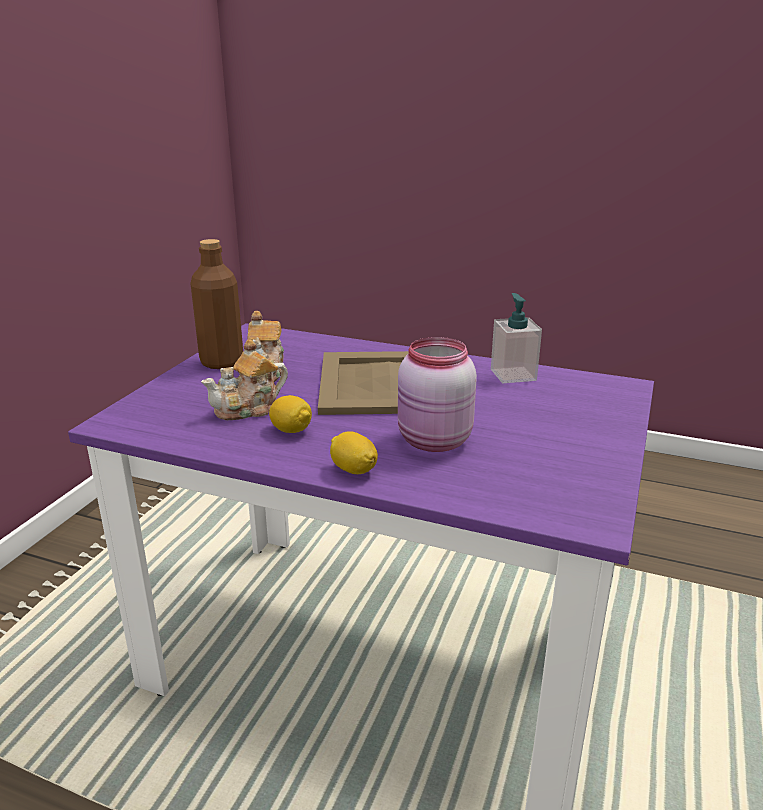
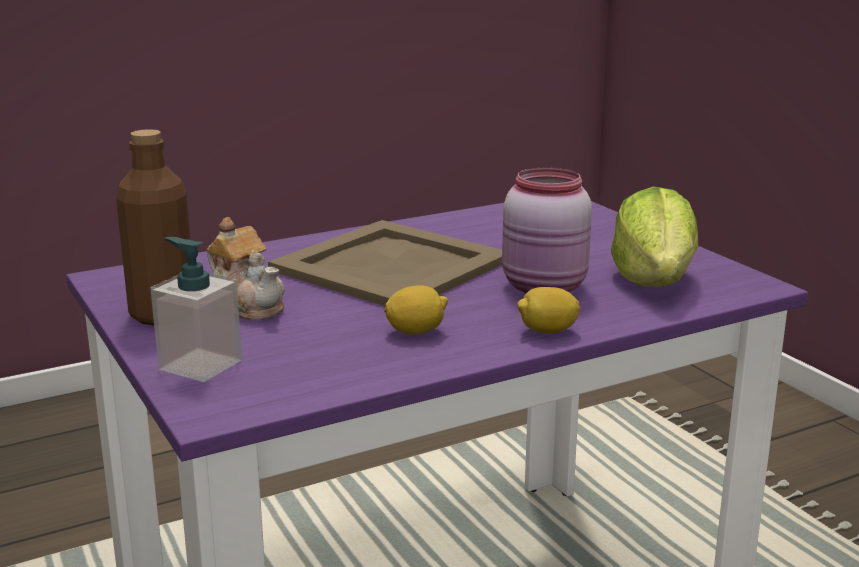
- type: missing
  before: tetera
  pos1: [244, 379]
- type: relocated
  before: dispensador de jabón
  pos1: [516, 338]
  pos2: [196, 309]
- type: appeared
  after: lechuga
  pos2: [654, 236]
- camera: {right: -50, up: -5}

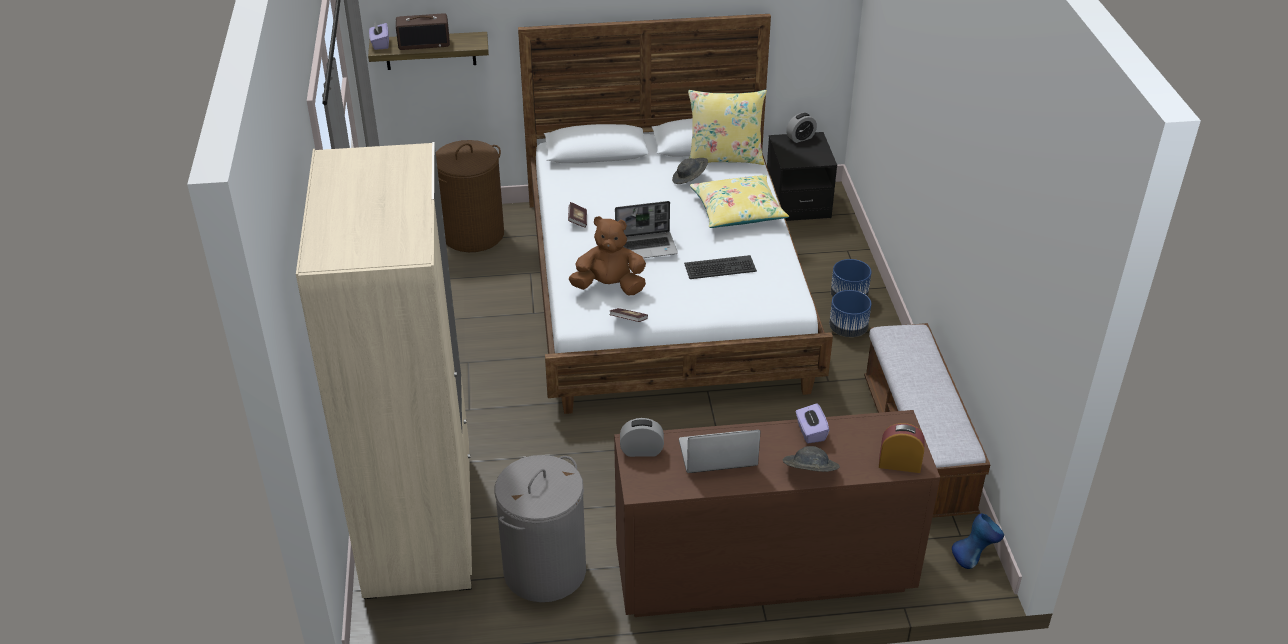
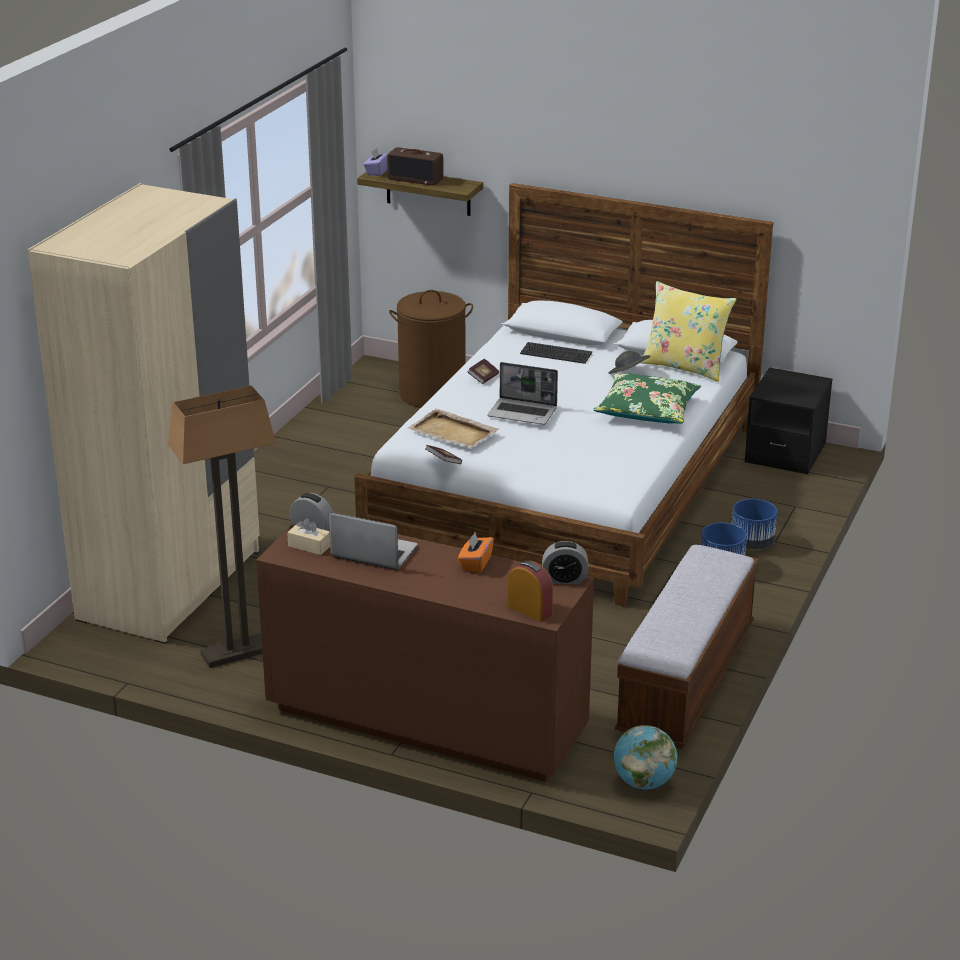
- type: exchanged
  before: cesto de la ropa (gris)
  after: lámpara de pie
  pos1: [540, 528]
  pos2: [222, 526]
- type: exchanged
  before: peluche (marrón)
  after: bandeja (beis)
  pos1: [607, 255]
  pos2: [453, 428]
- type: relocated
  before: teclado
  pos1: [720, 267]
  pos2: [556, 353]
- type: colour
  before: cojín (amarillo)
  after: cojín (verde)
  pos1: [739, 201]
  pos2: [647, 399]
- type: missing
  before: sombrero (gris)
  pos1: [811, 459]
- type: relocated
  before: despertador
  pos1: [801, 128]
  pos2: [565, 562]
- type: colour
  before: caja de pañuelos (morado)
  after: caja de pañuelos (naranja)
  pos1: [812, 423]
  pos2: [476, 552]
- type: exchanged
  before: florero (azul)
  after: globo terráqueo
  pos1: [978, 541]
  pos2: [645, 757]
- type: appeared
  after: caja de pañuelos (beis)
  pos2: [308, 536]
- camera: {right: 30, up: -10}

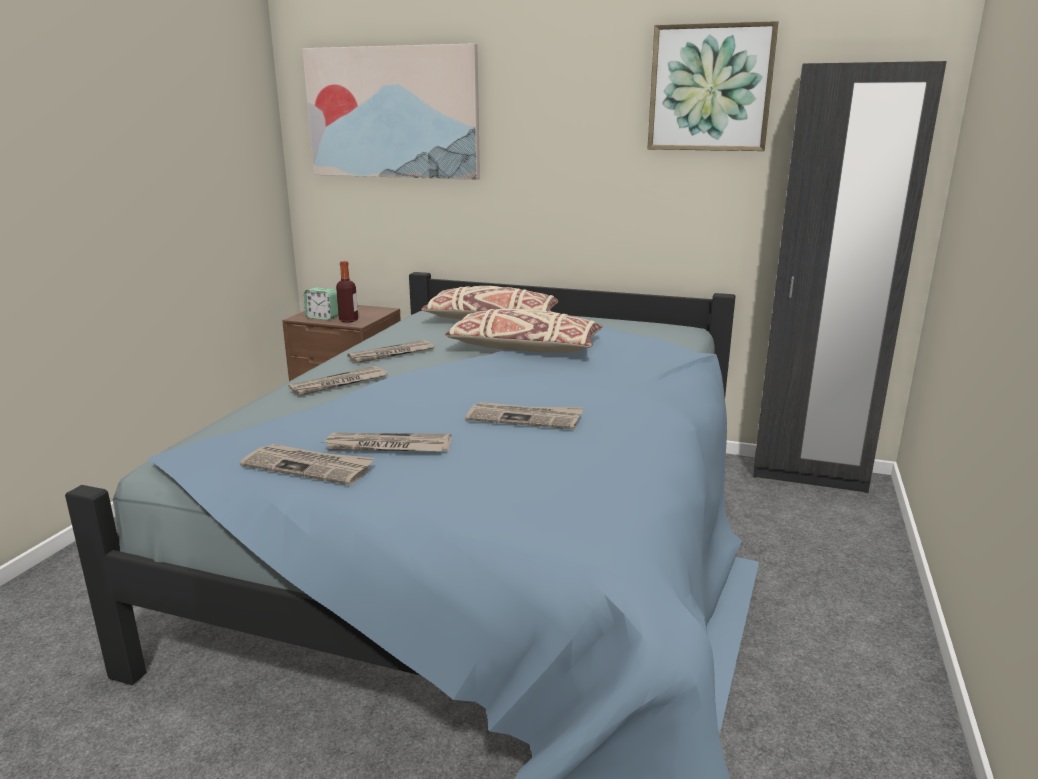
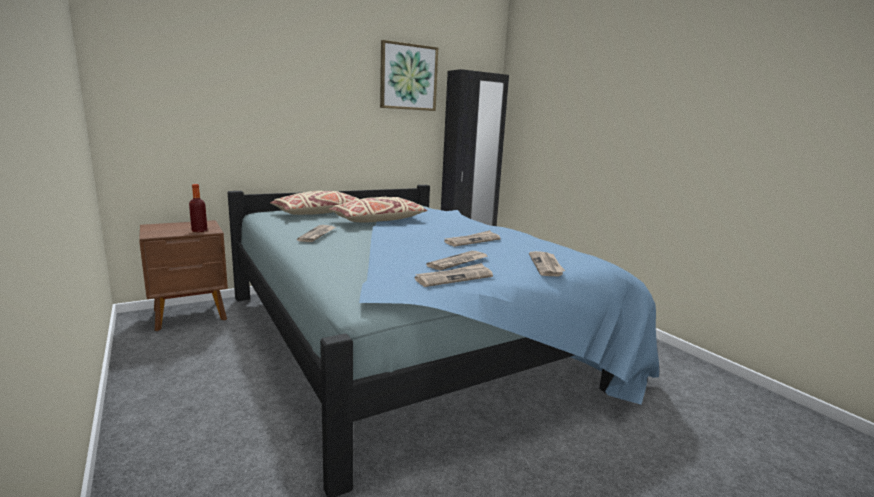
- type: relocated
  before: periódico
  pos1: [337, 381]
  pos2: [547, 263]
- type: missing
  before: cuadro
  pos1: [391, 111]
- type: missing
  before: despertador
  pos1: [321, 304]
- camera: {right: -50, up: -5}

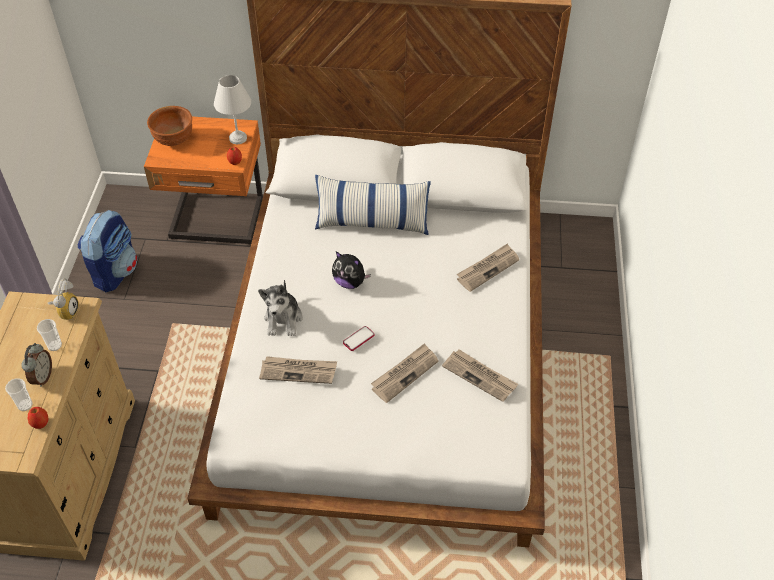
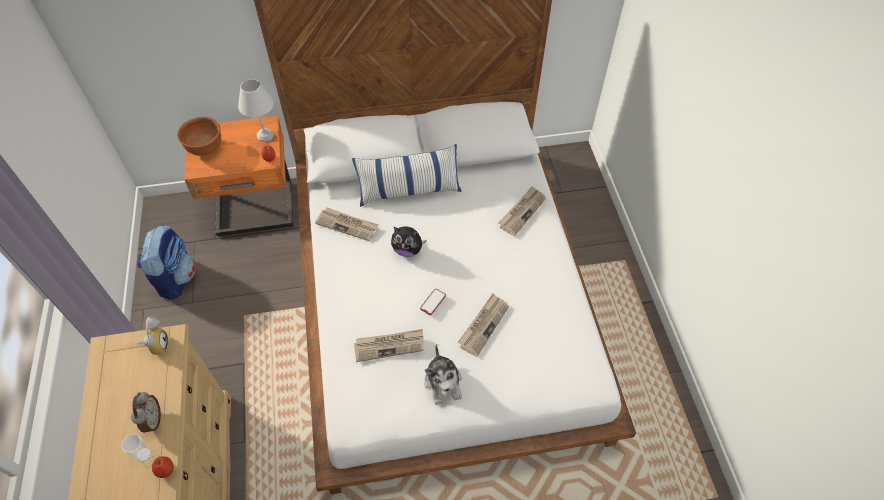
- type: missing
  before: taza
  pos1: [49, 335]
- type: relocated
  before: peluche
  pos1: [280, 308]
  pos2: [443, 374]
- type: relocated
  before: periódico
  pos1: [480, 375]
  pos2: [347, 224]
- camera: {right: -15, up: 5}

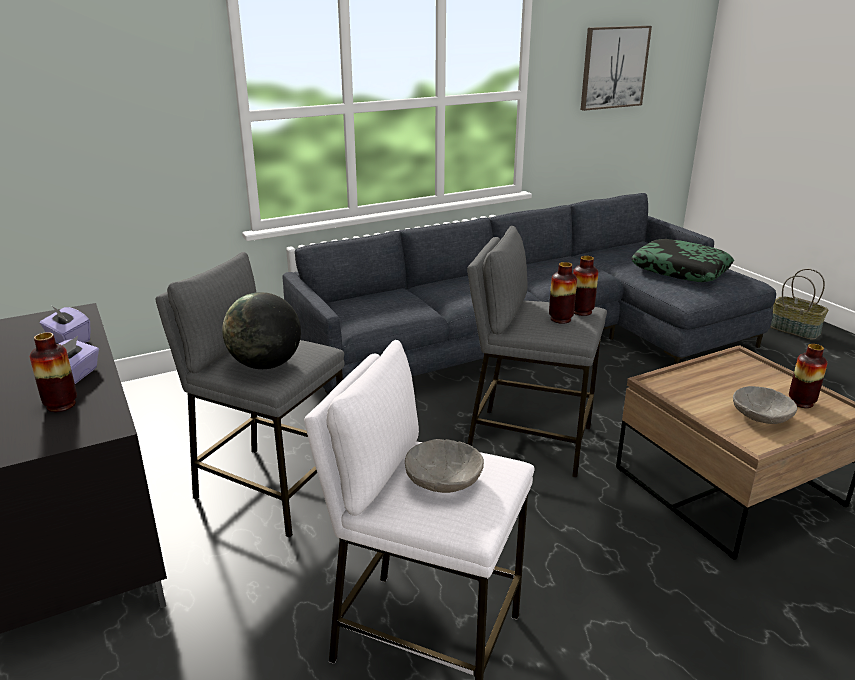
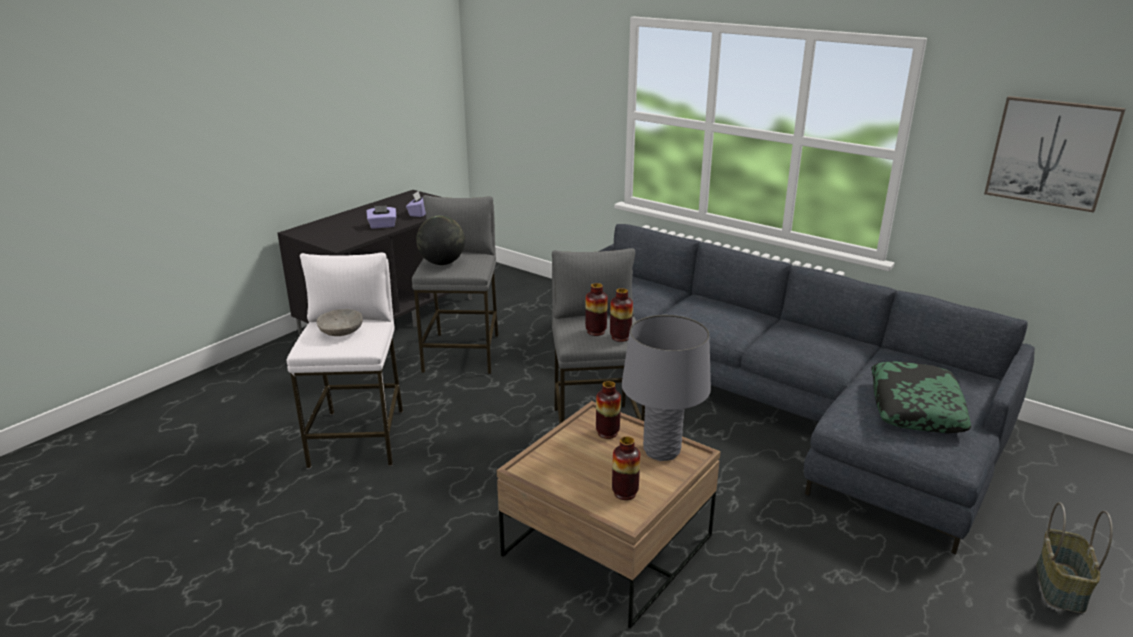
- type: relocated
  before: florero
  pos1: [53, 372]
  pos2: [608, 410]
- type: missing
  before: cuenco (gris)
  pos1: [765, 405]
- type: appeared
  after: lámpara de mesa (gris)
  pos2: [666, 388]
- camera: {right: 65, up: 0}

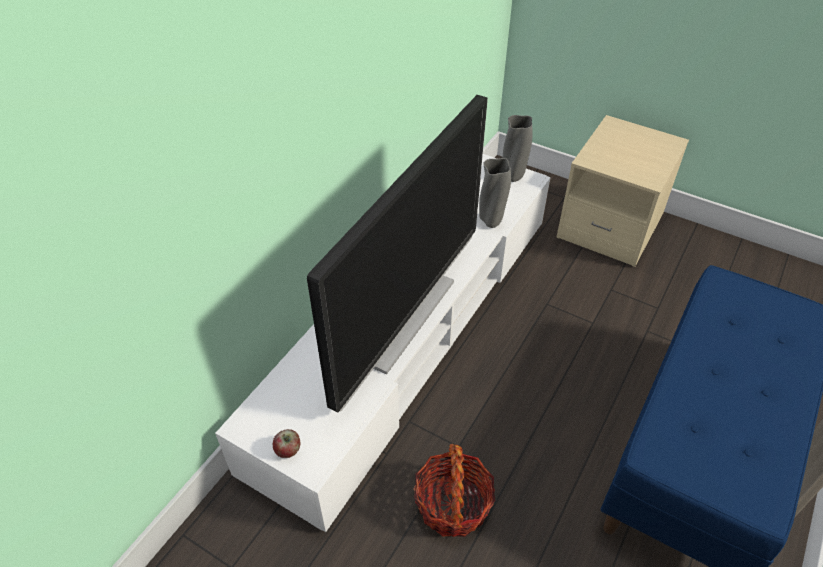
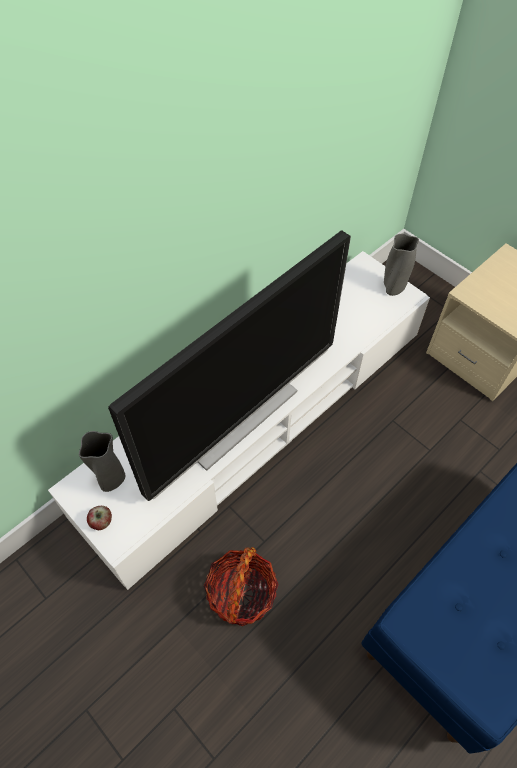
- type: relocated
  before: florero (gris)
  pos1: [495, 193]
  pos2: [102, 461]
- camera: {right: 15, up: 10}

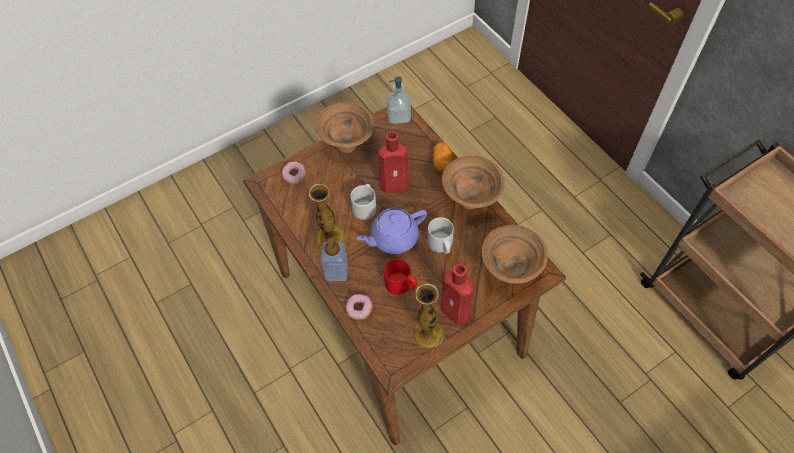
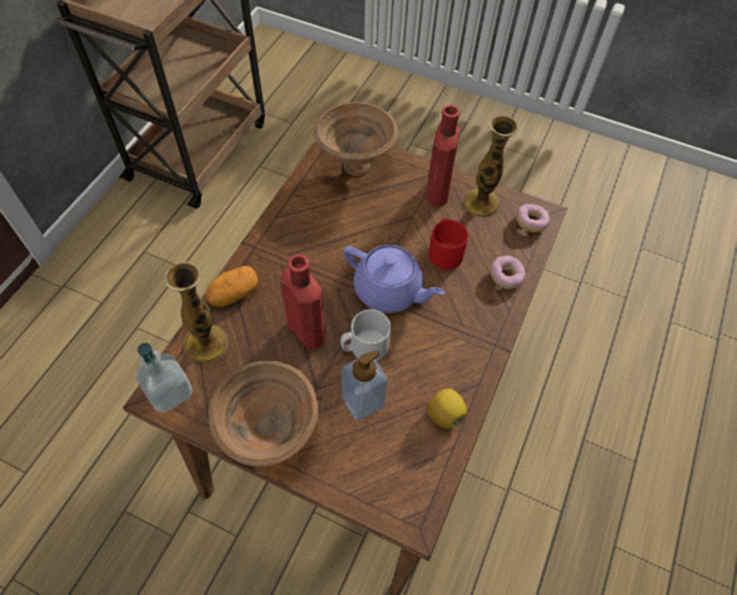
- type: relocated
  before: rosquilla
  pos1: [294, 172]
  pos2: [533, 218]
- type: relocated
  before: florero
  pos1: [326, 215]
  pos2: [196, 312]
- type: relocated
  before: dispensador de jabón
  pos1: [334, 259]
  pos2: [364, 385]
- type: missing
  before: taza grande (gris)
  pos1: [440, 235]
- type: missing
  before: cuenco (marrón)
  pos1: [473, 182]
- type: appeared
  after: limón
  pos2: [447, 408]
- camera: {right: -125, up: 0}

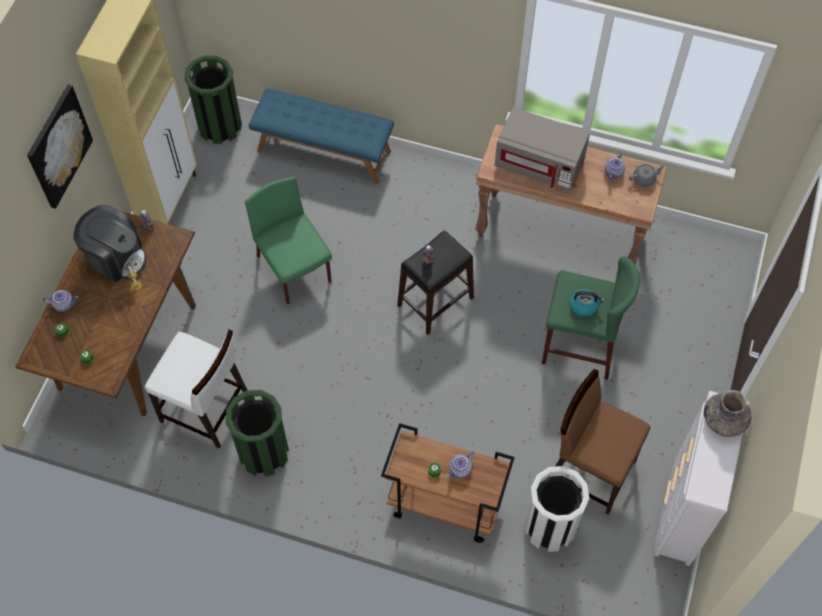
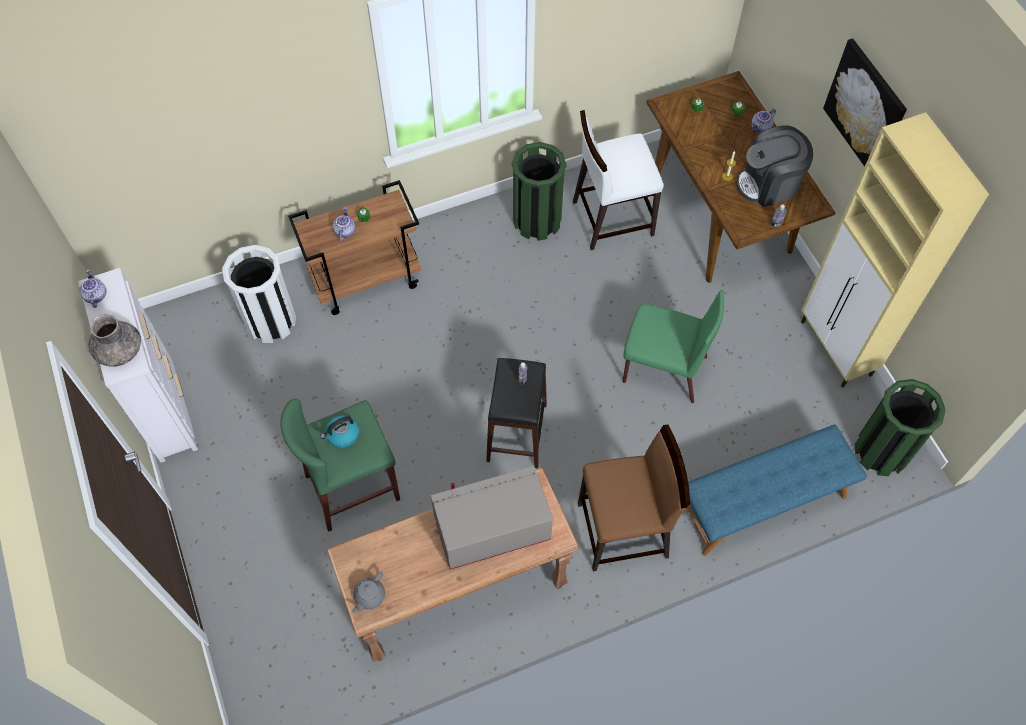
- type: relocated
  before: silla (marrón)
  pos1: [602, 442]
  pos2: [634, 498]
- type: relocated
  before: tetera
  pos1: [615, 165]
  pos2: [93, 288]
- camera: {right: 140, up: 0}

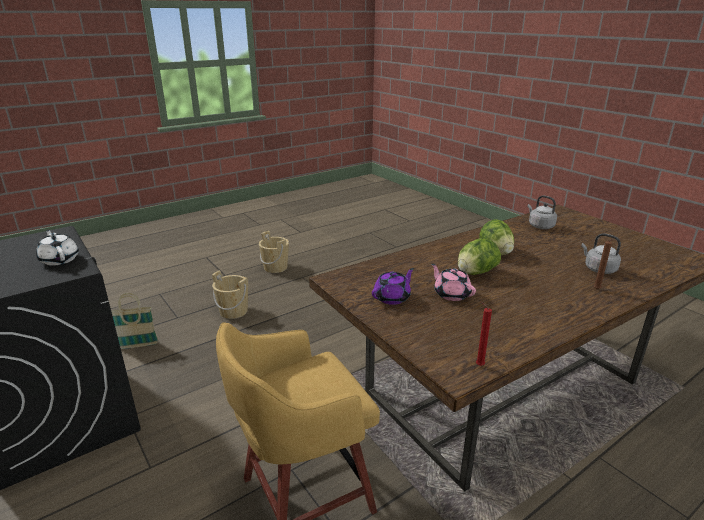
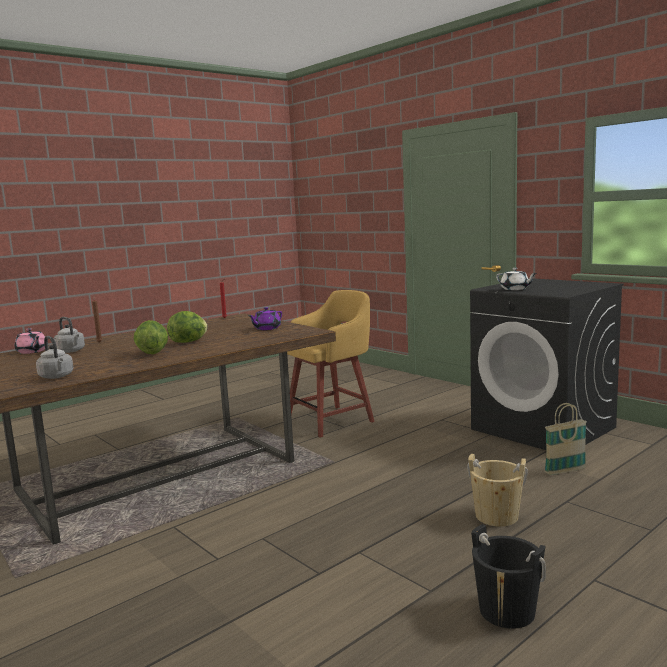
- type: colour
  before: cubo (beis)
  after: cubo (negro)
  pos1: [274, 252]
  pos2: [508, 576]
- type: relocated
  before: tetera (rosa)
  pos1: [454, 282]
  pos2: [29, 341]
- camera: {right: 175, up: -15}

